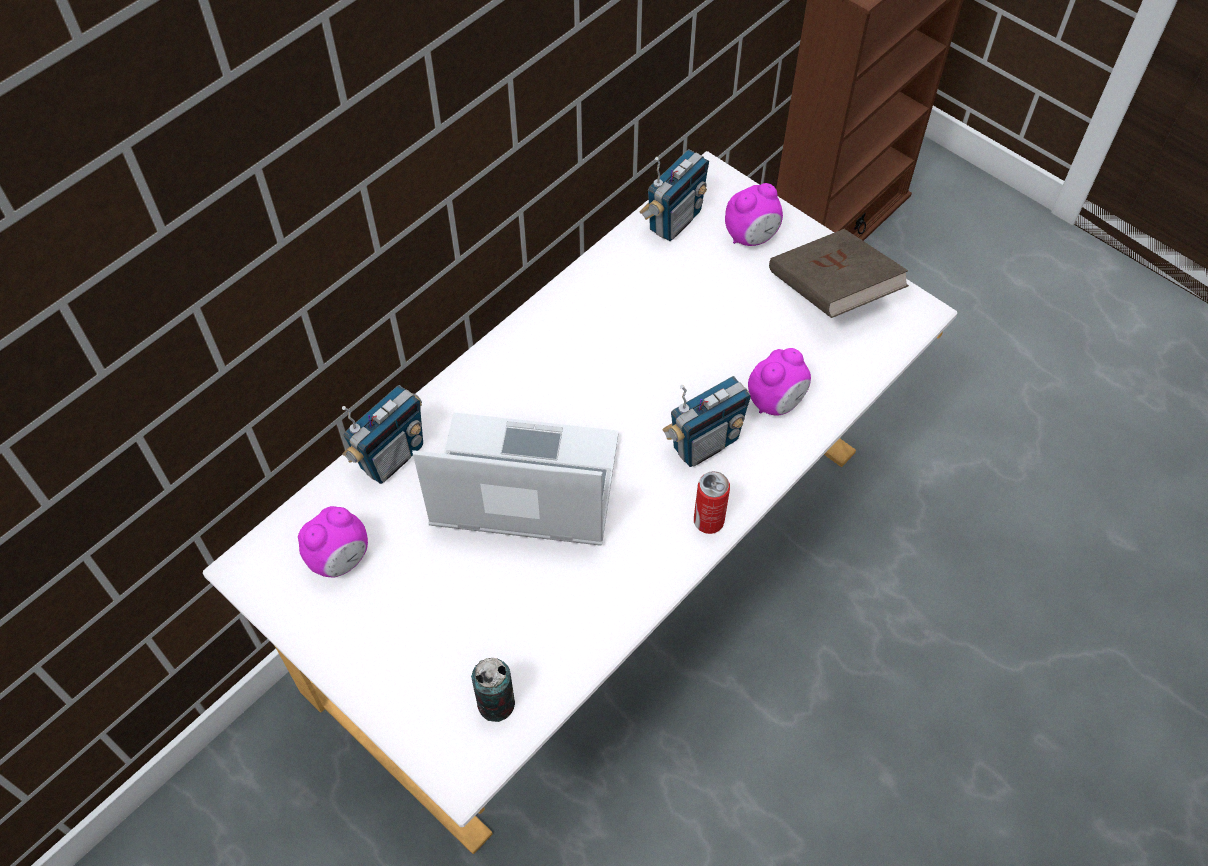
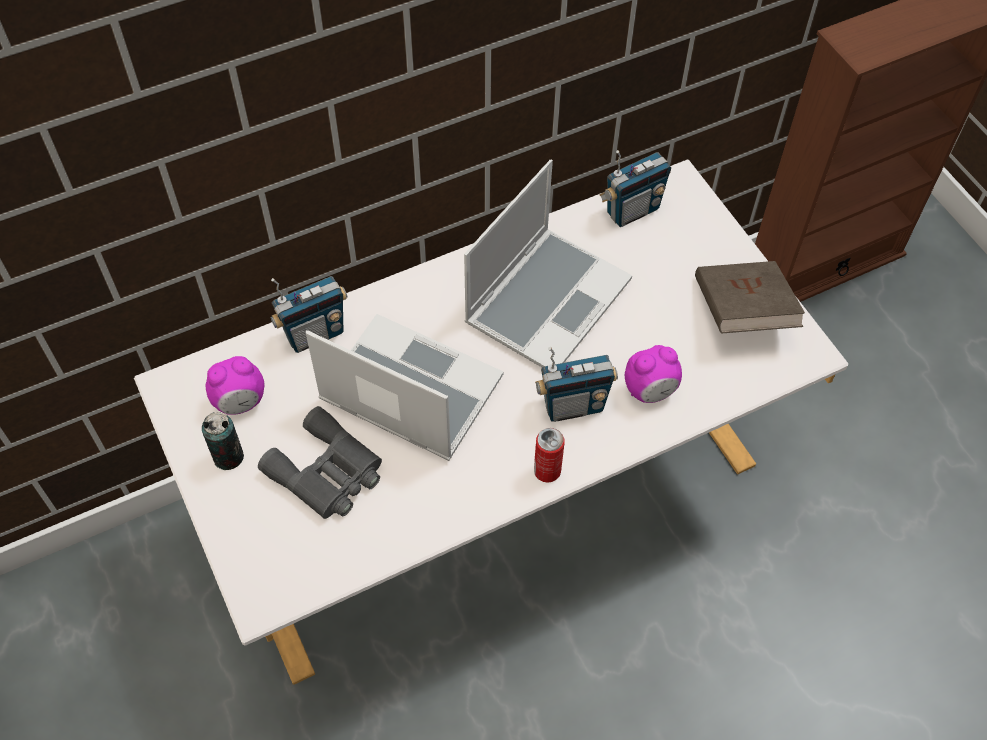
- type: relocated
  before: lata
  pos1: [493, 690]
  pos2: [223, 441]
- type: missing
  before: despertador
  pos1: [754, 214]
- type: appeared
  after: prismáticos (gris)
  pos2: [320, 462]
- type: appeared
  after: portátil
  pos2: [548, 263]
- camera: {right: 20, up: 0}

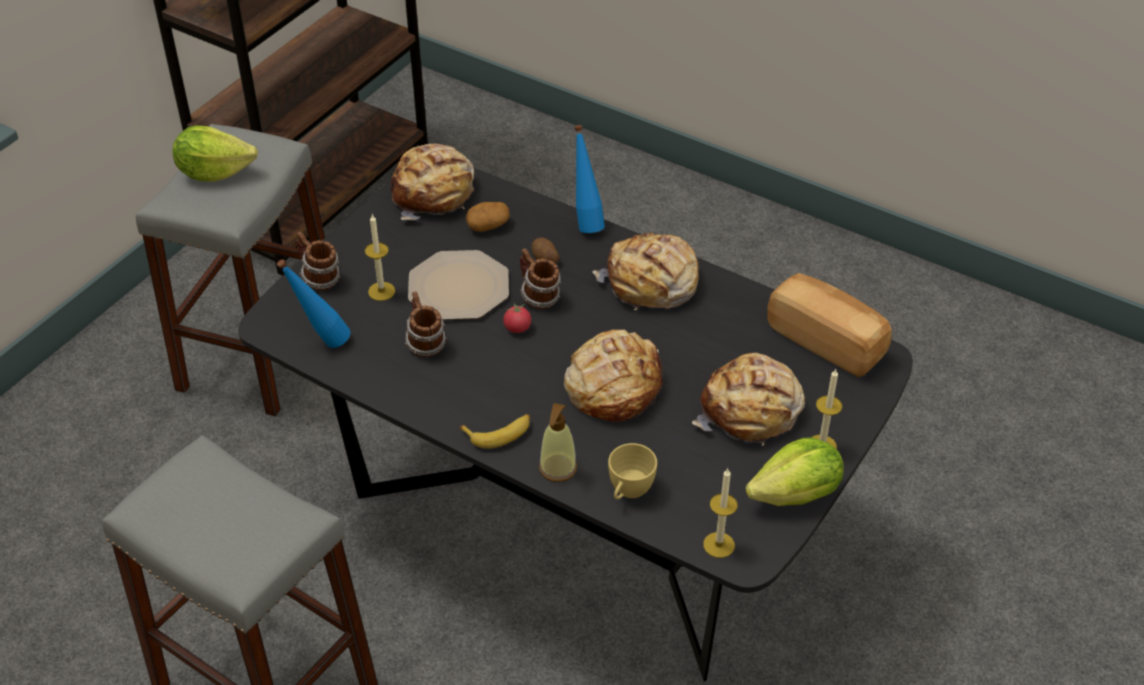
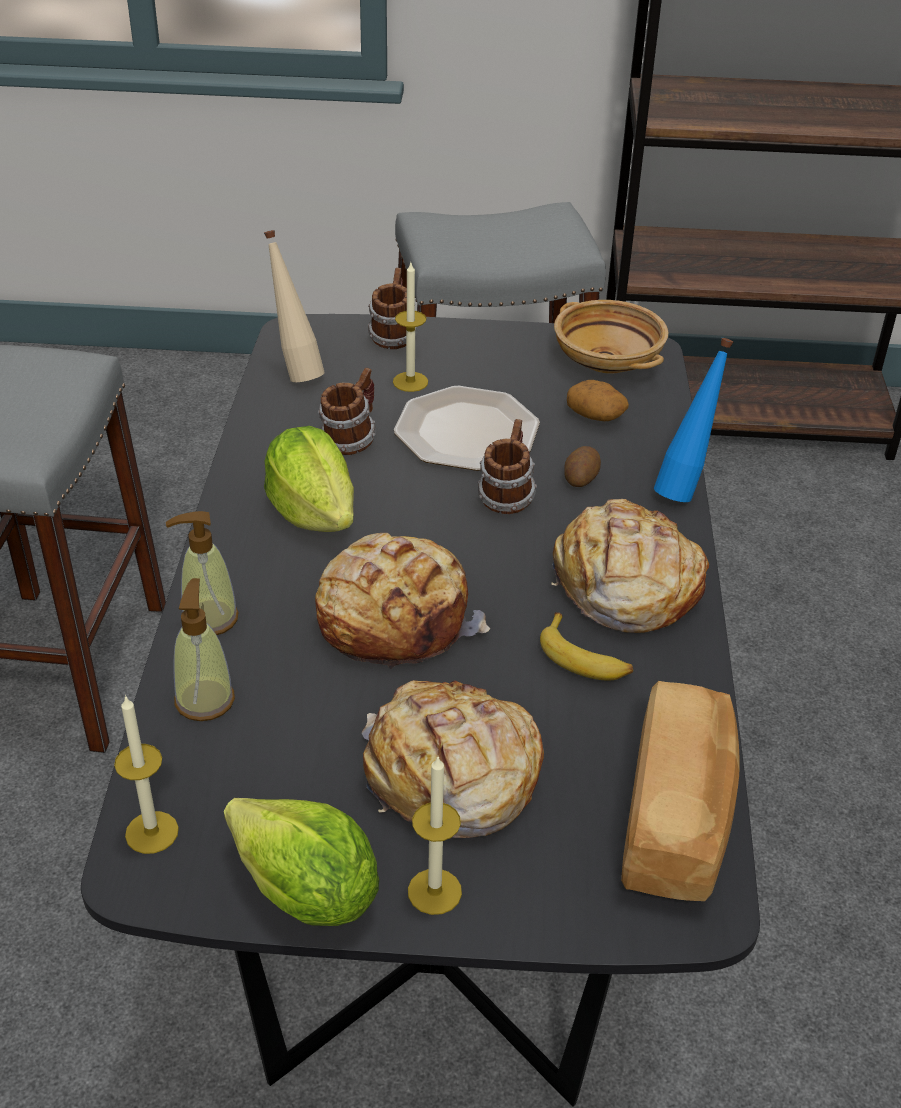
- type: relocated
  before: lechuga
  pos1: [215, 153]
  pos2: [309, 479]
- type: colour
  before: botella (azul)
  after: botella (beis)
  pos1: [313, 303]
  pos2: [294, 306]
- type: exchanged
  before: pan
  after: cuenco (beis)
  pos1: [432, 181]
  pos2: [611, 336]
- type: relocated
  before: plátano
  pos1: [494, 431]
  pos2: [586, 646]
- type: missing
  before: tomate
  pos1: [517, 318]
- type: exchanged
  before: taza (amarillo)
  after: dispensador de jabón
  pos1: [632, 471]
  pos2: [204, 649]
- camera: {right: 60, up: -5}

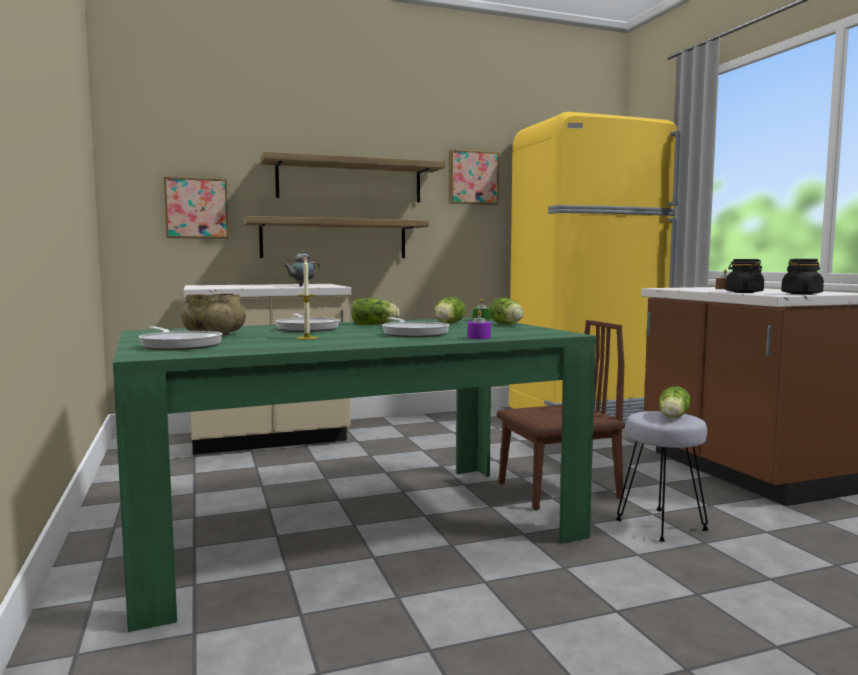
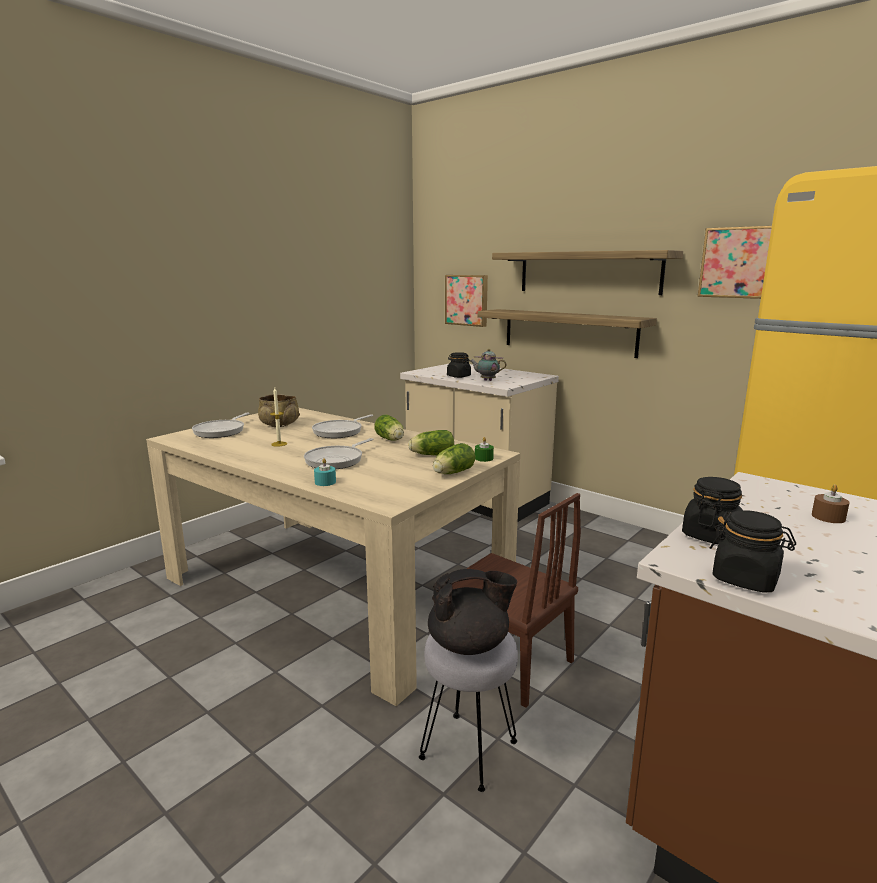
- type: colour
  before: mesa de comedor (verde)
  after: mesa de comedor (beis)
  pos1: [354, 474]
  pos2: [333, 557]
- type: colour
  before: vela (morado)
  after: vela (turquesa)
  pos1: [479, 324]
  pos2: [325, 472]
- type: exchanged
  before: lechuga
  after: tetera (negro)
  pos1: [675, 402]
  pos2: [472, 612]
- type: appeared
  after: tarro (negro)
  pos2: [459, 365]
- camera: {right: 60, up: 10}

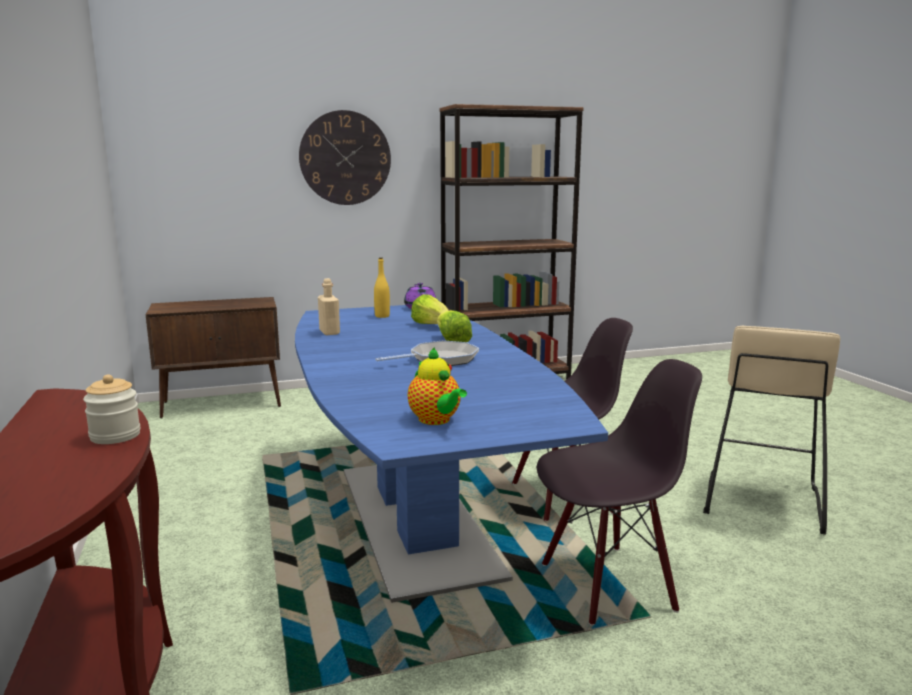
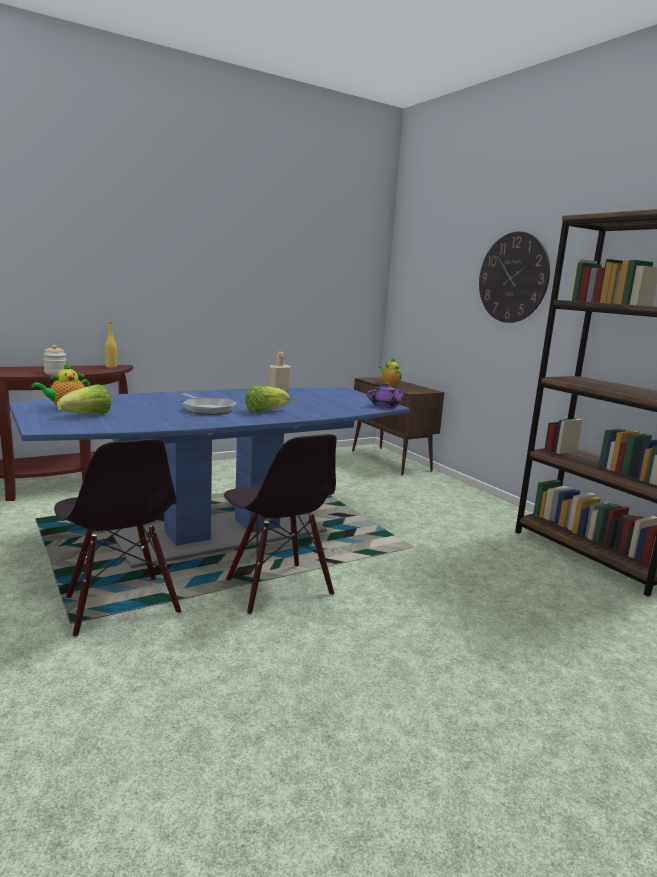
- type: relocated
  before: botella (amarillo)
  pos1: [382, 287]
  pos2: [111, 345]
- type: relocated
  before: lechuga
  pos1: [430, 309]
  pos2: [84, 399]
- type: missing
  before: taburete (beis)
  pos1: [771, 430]
- type: appeared
  after: tetera
  pos2: [390, 372]
- camera: {right: 75, up: 0}

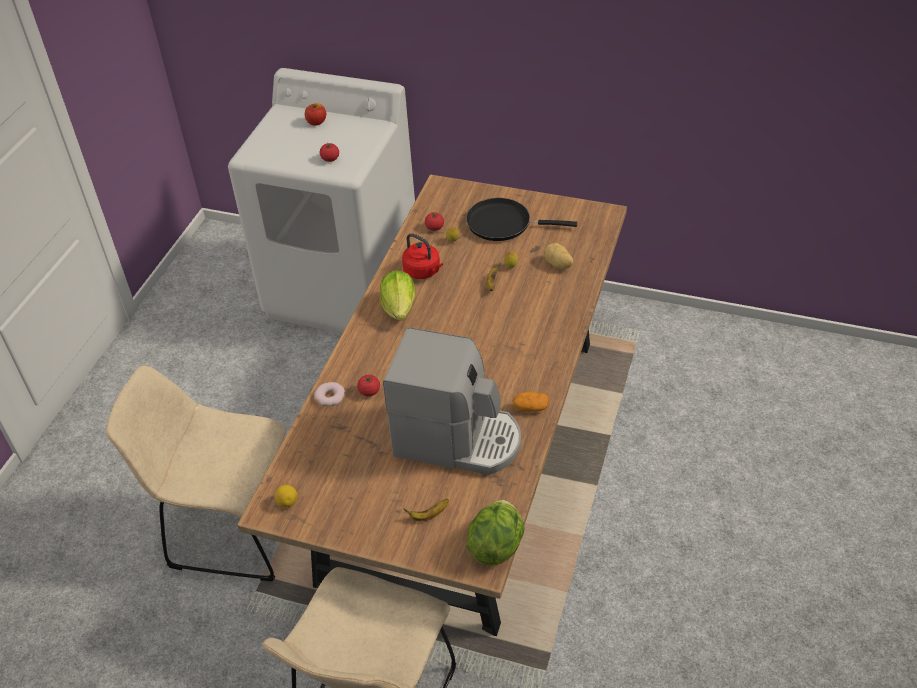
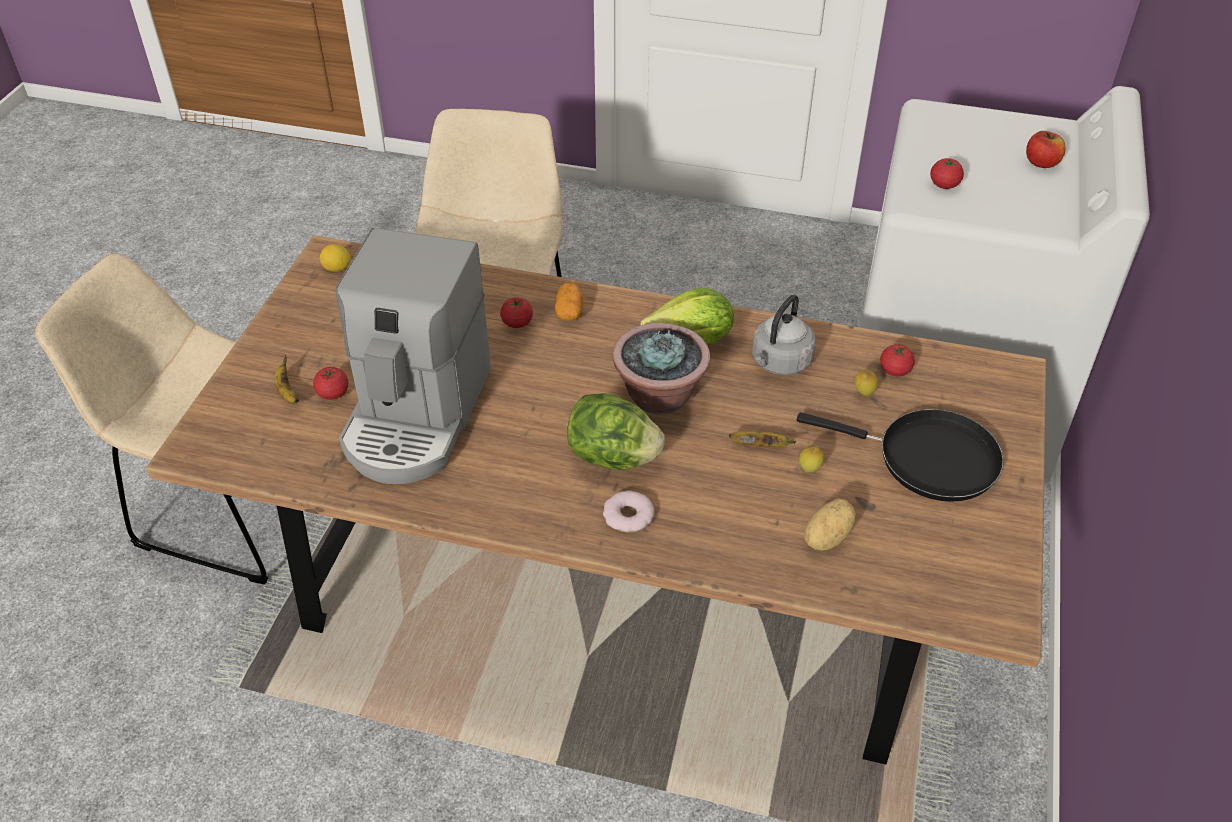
- type: relocated
  before: rosquilla
  pos1: [329, 394]
  pos2: [628, 511]
- type: colour
  before: hervidor (rojo)
  after: hervidor (gris)
  pos1: [422, 256]
  pos2: [784, 335]
- type: spun
  before: sartén (negro)
  pos1: [521, 219]
  pos2: [900, 455]
  turn: 105
- type: relocated
  before: lechuga
  pos1: [495, 533]
  pos2: [616, 431]
- type: relocated
  before: patata
  pos1: [531, 402]
  pos2: [569, 301]
- type: appeared
  after: tomate
  pos2: [331, 383]
- type: appeared
  after: planta en maceta
  pos2: [661, 369]
- camera: {right: 85, up: 0}

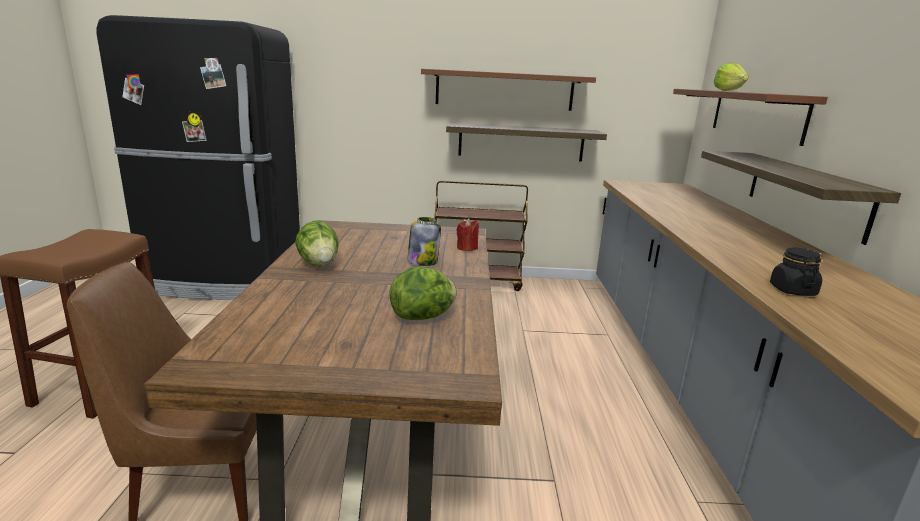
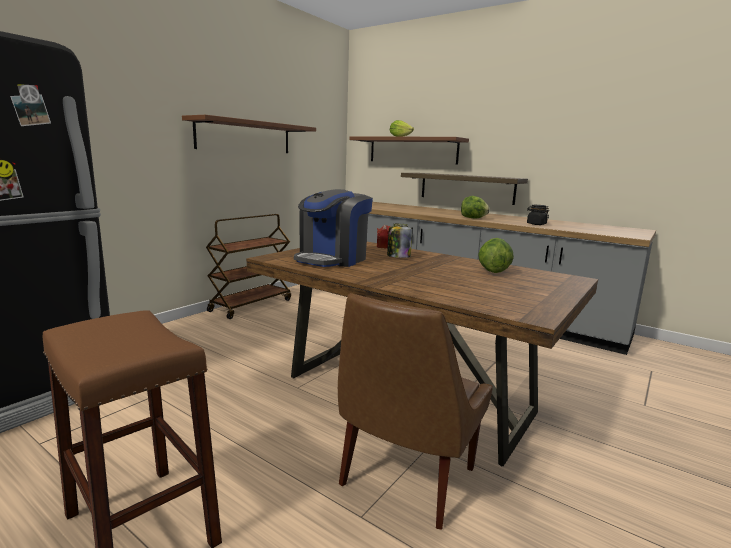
- type: relocated
  before: lechuga
  pos1: [316, 243]
  pos2: [475, 207]
- type: missing
  before: estante
  pos1: [526, 142]
- type: appeared
  after: cafetera
  pos2: [333, 228]
- camera: {right: -55, up: -5}

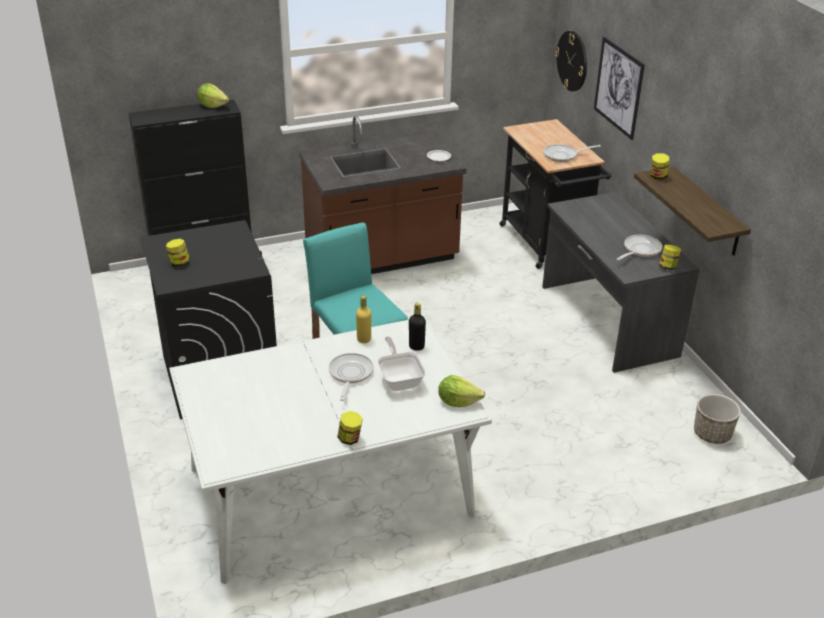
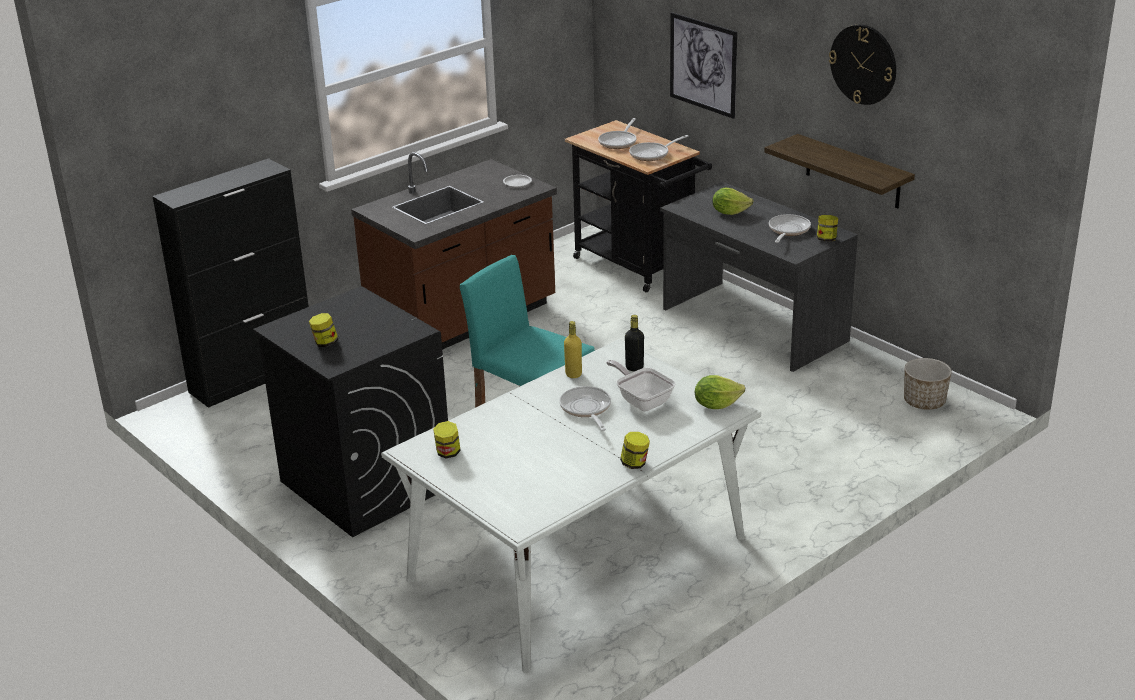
- type: relocated
  before: lechuga
  pos1: [213, 95]
  pos2: [732, 201]
- type: relocated
  before: reloj de pared
  pos1: [571, 61]
  pos2: [862, 64]
- type: relocated
  before: tarro
  pos1: [659, 166]
  pos2: [447, 439]
- type: appeared
  after: sartén
  pos2: [617, 133]
- camera: {right: -20, up: -5}

